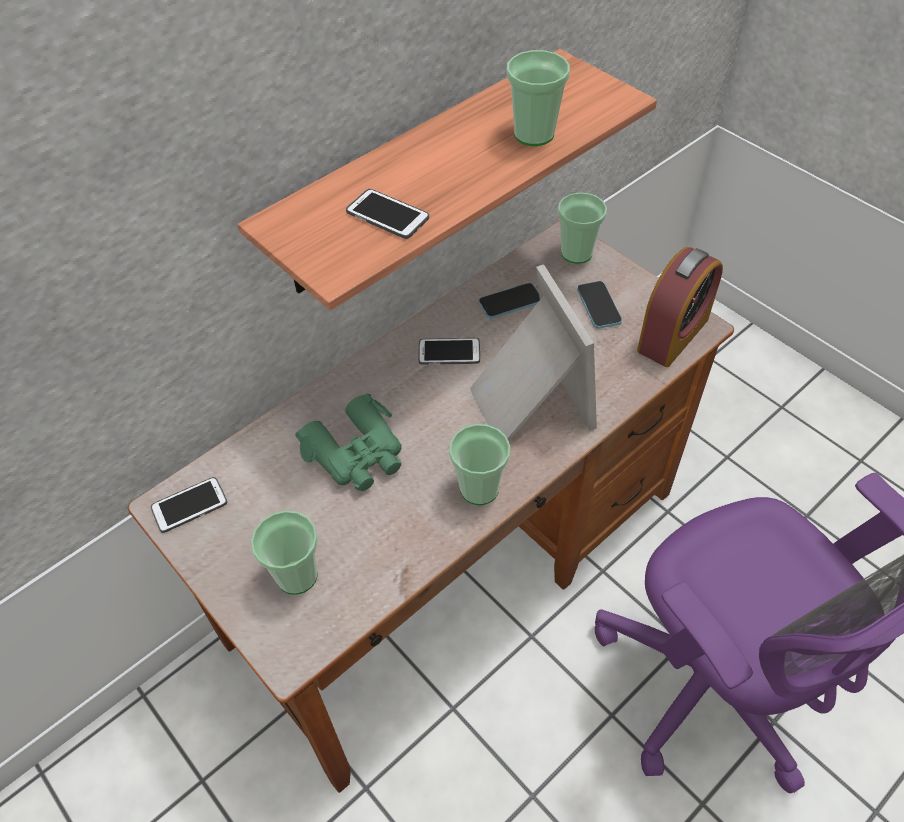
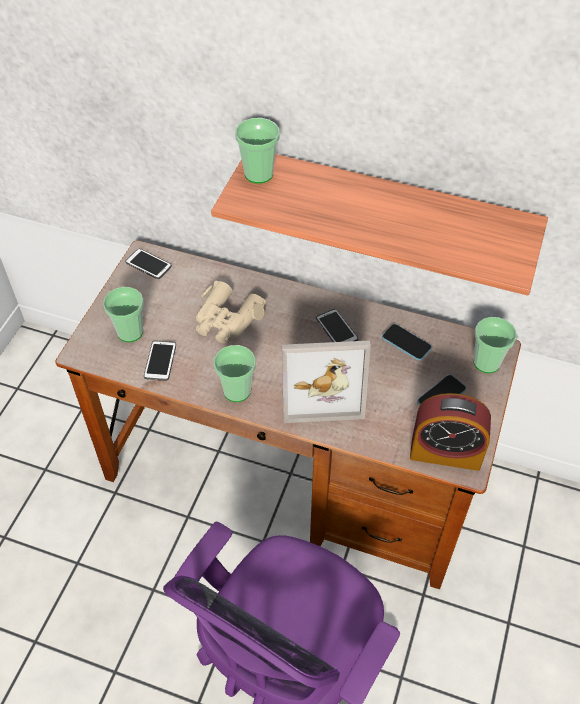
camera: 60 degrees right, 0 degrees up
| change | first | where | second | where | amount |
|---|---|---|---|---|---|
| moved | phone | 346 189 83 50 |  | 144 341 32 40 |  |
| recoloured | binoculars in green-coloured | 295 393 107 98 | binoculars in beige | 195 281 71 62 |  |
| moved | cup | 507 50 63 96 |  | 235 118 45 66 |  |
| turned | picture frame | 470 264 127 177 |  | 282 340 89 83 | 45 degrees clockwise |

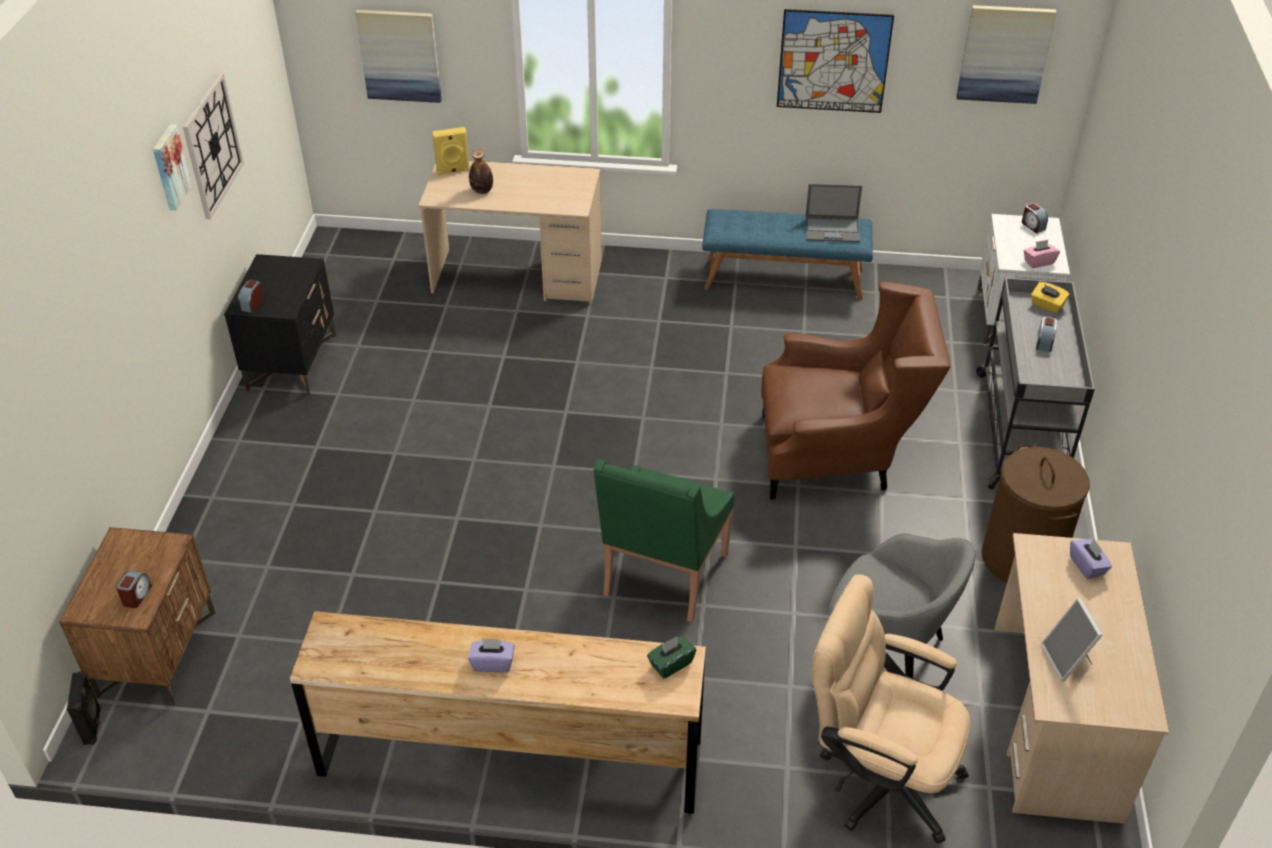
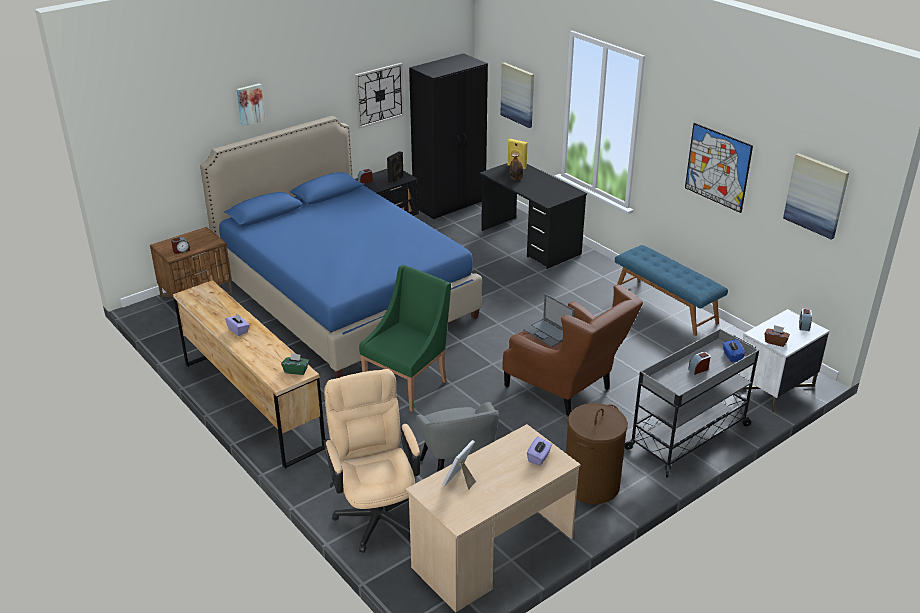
camera: 45 degrees right, 10 degrees down
| change | first | where | second | where | amount |
|---|---|---|---|---|---|
| added |  |  | bedroom bed in blue | 200 116 282 262 |  |
| moved | wall art | 153 124 39 86 |  | 237 84 28 43 |  |
| turned | lounge chair in green-coloured | 594 459 141 164 |  | 359 265 92 147 | 150 degrees clockwise |
| moved | speaker in black | 67 671 34 74 |  | 387 151 17 33 |  |
| added |  |  | wardrobe in black | 409 53 79 166 |  |
| recoloured | desk unit in beige | 418 161 184 143 | desk unit in black | 480 163 107 106 |  |
| moved | notebook computer | 805 184 57 58 |  | 523 294 52 53 |  |
| recoloured | tissue box in yellow-coloured | 1031 282 39 31 | tissue box in blue | 722 339 23 23 |  |
| recoloured | tissue box in pink-coloured | 1023 240 37 28 | tissue box in brown | 764 325 26 22 |  |

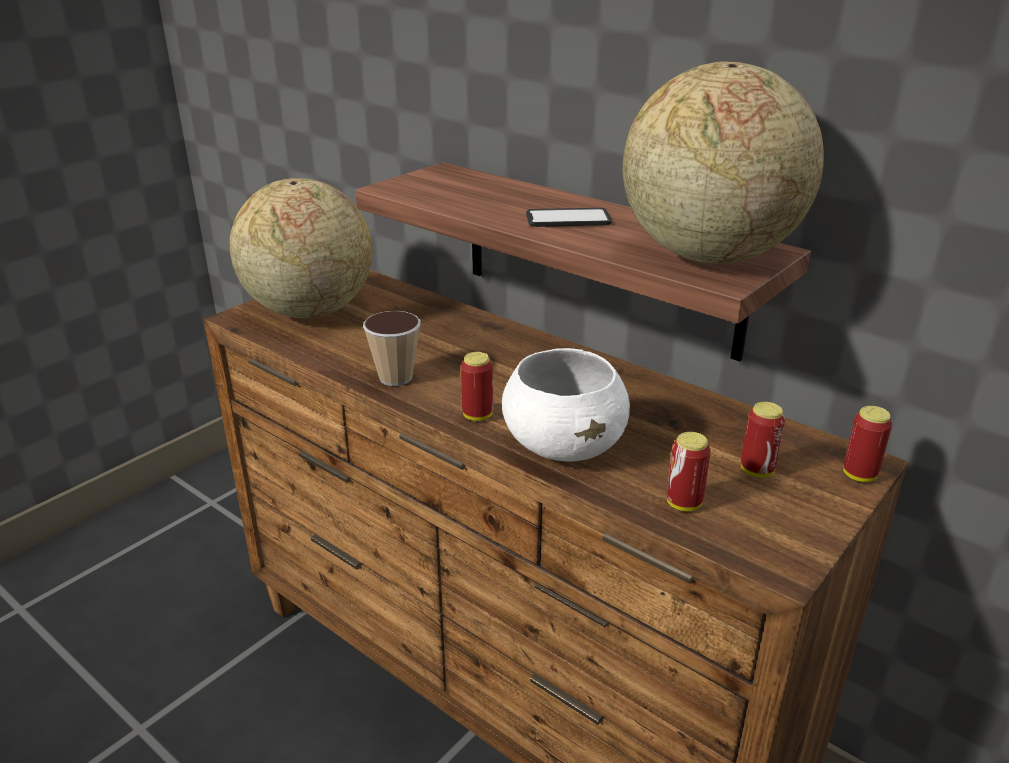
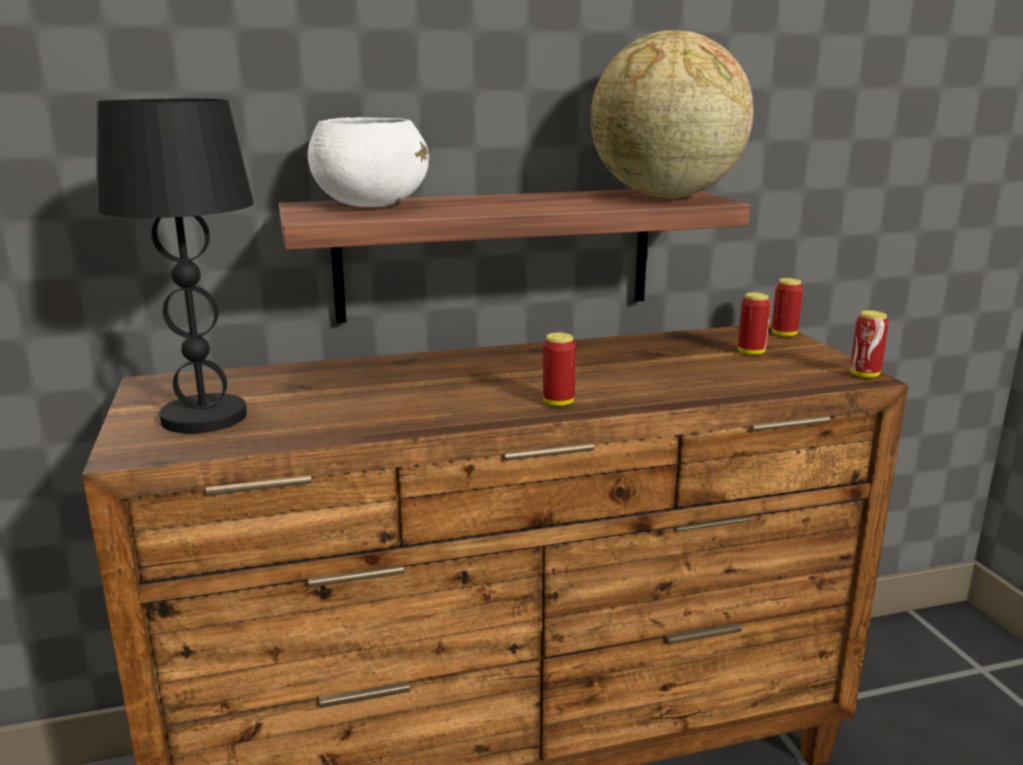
camera: 55 degrees left, 10 degrees down
| change | first | where | second | where | amount |
|---|---|---|---|---|---|
| replaced | world globe | 230 178 143 140 | lamp for a table in black | 96 99 158 335 |  |
| moved | deep dish in whitish | 502 348 128 114 |  | 308 117 121 90 |  |
| moved | metal can | 667 432 44 79 |  | 850 310 39 68 |  |
| removed | cup | 363 311 58 75 |  |  |  |
| removed | phone | 526 208 86 19 |  |  |  |

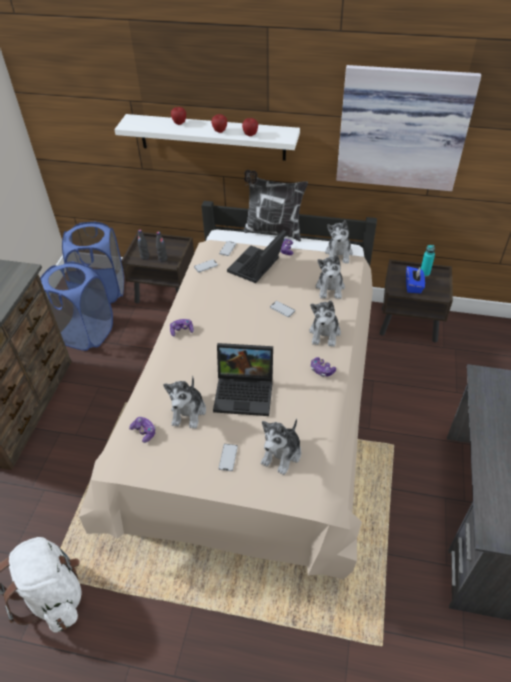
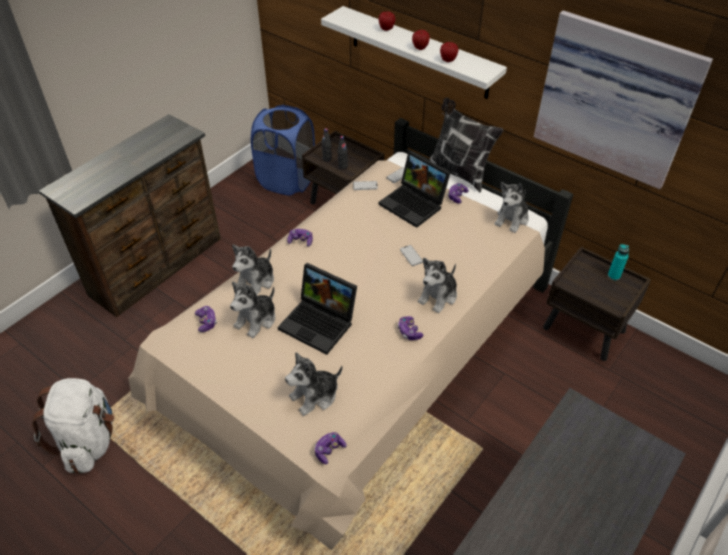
camera: 25 degrees right, 0 degrees up
| change | first | where | second | where | amount |
|---|---|---|---|---|---|
| moved | cuddly toy | 316 255 29 44 |  | 232 245 42 50 |  |
| added |  |  | game controller | 315 432 32 32 |  |
| turned | notebook computer | 227 230 59 53 |  | 379 151 72 77 | 105 degrees counterclockwise |
| removed | hamper in blue | 40 261 73 90 |  |  |  |
| removed | phone | 219 444 19 27 |  |  |  |
| removed | tissue box in blue | 406 266 19 27 |  |  |  |

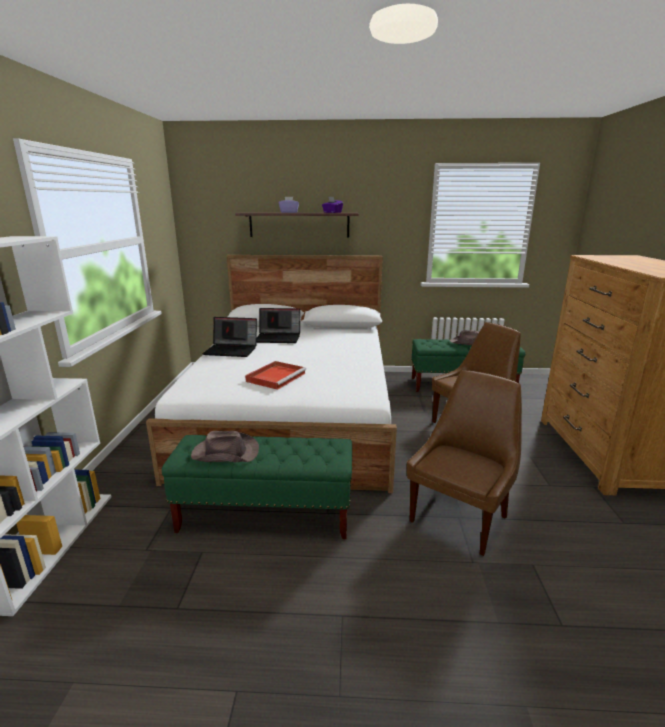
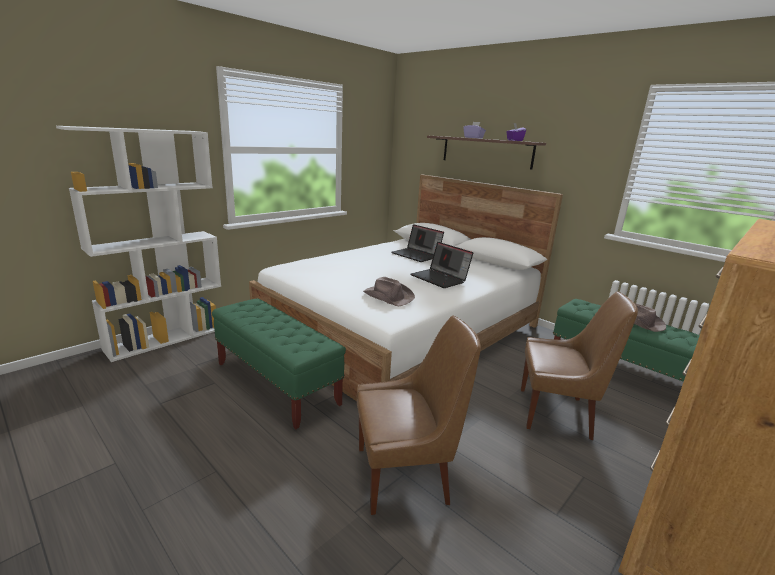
camera: 40 degrees right, 0 degrees up
| change | first | where | second | where | amount |
|---|---|---|---|---|---|
| moved | hat in brown | 191 431 68 32 |  | 363 277 52 29 |  |
| moved | notebook computer | 203 317 54 40 |  | 411 242 62 46 |  |
| removed | serving tray in reddish | 245 361 61 29 |  |  |  |

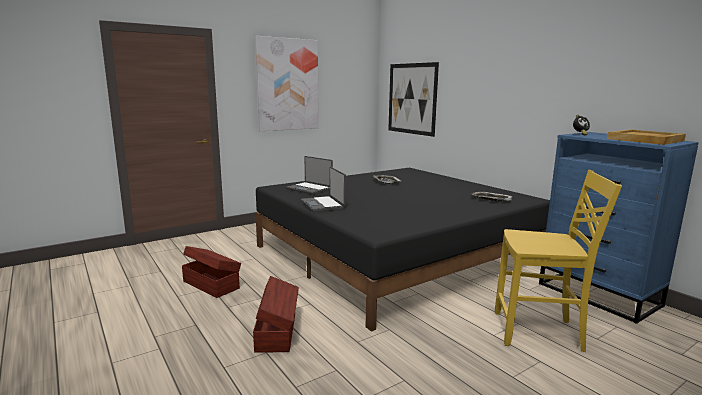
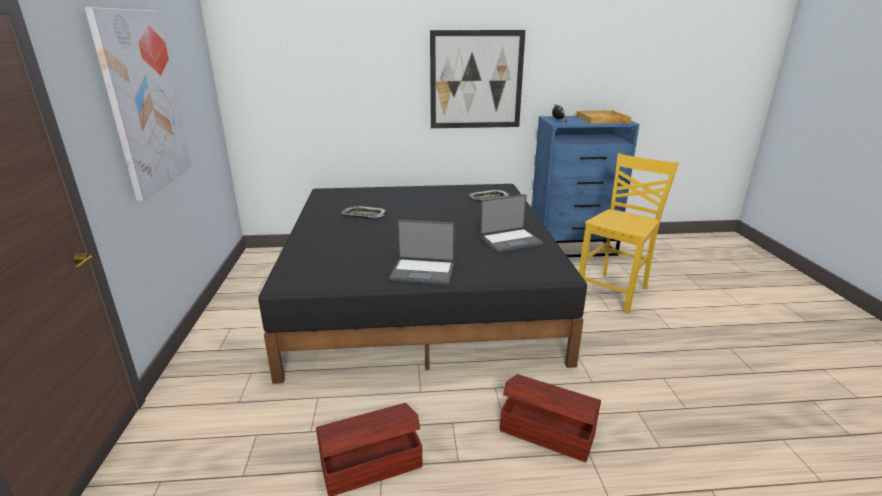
camera: 60 degrees left, 10 degrees up
| change | first | where | second | where | amount |
|---|---|---|---|---|---|
| moved | wall art | 388 62 51 75 |  | 430 30 96 98 |  |
| moved | notebook computer | 286 156 47 39 |  | 480 194 63 59 |  |

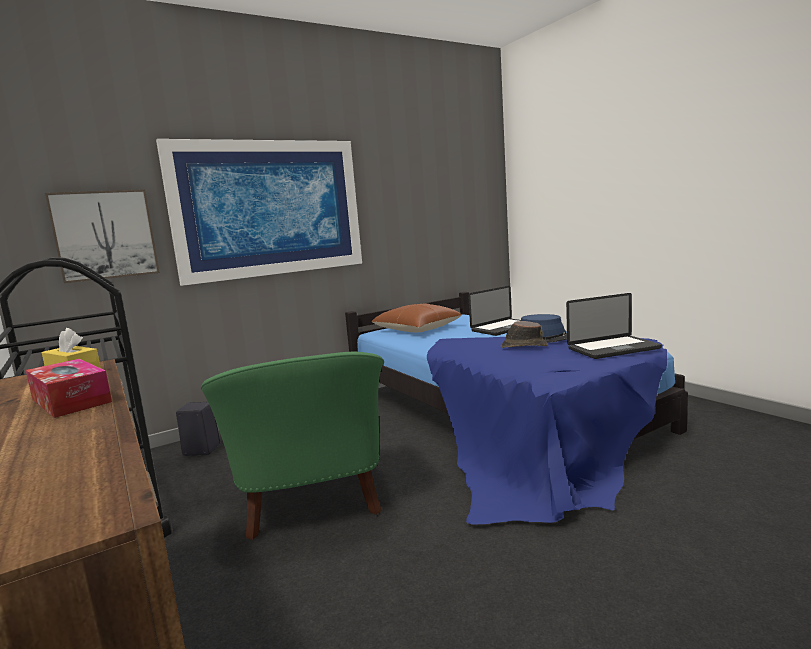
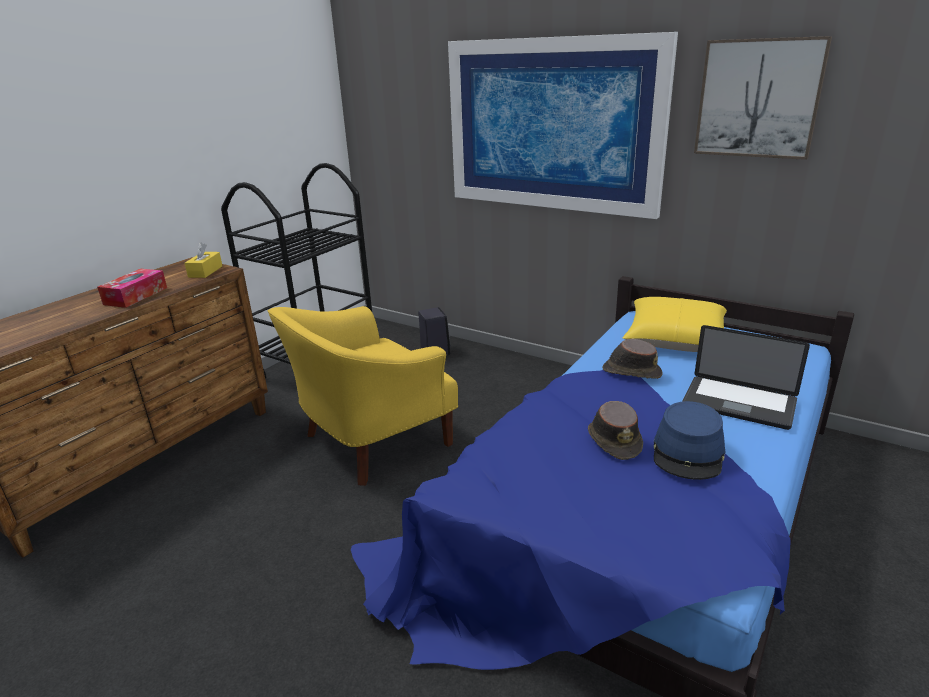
camera: 65 degrees right, 15 degrees up
| change | first | where | second | where | amount |
|---|---|---|---|---|---|
| recoloured | lounge chair in green-coloured | 201 352 183 188 | lounge chair in yellow-coloured | 268 306 190 180 |  |
| added |  |  | hat in brown | 602 339 61 40 |  |
| recoloured | throw pillow in brown | 372 304 90 28 | throw pillow in yellow-coloured | 623 297 104 55 |  |
| moved | wall art | 45 189 115 94 |  | 694 36 138 124 |  |
| removed | notebook computer | 566 293 96 66 |  |  |  |

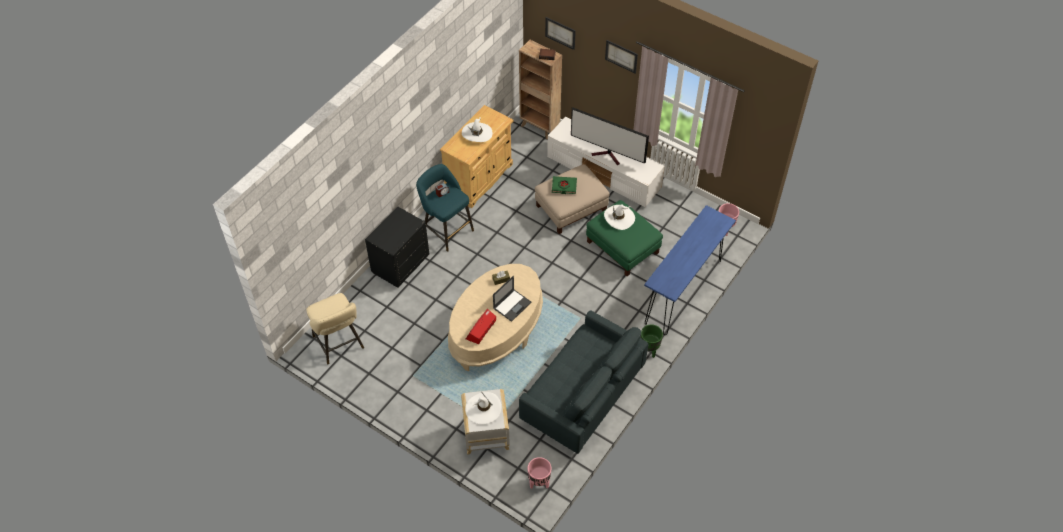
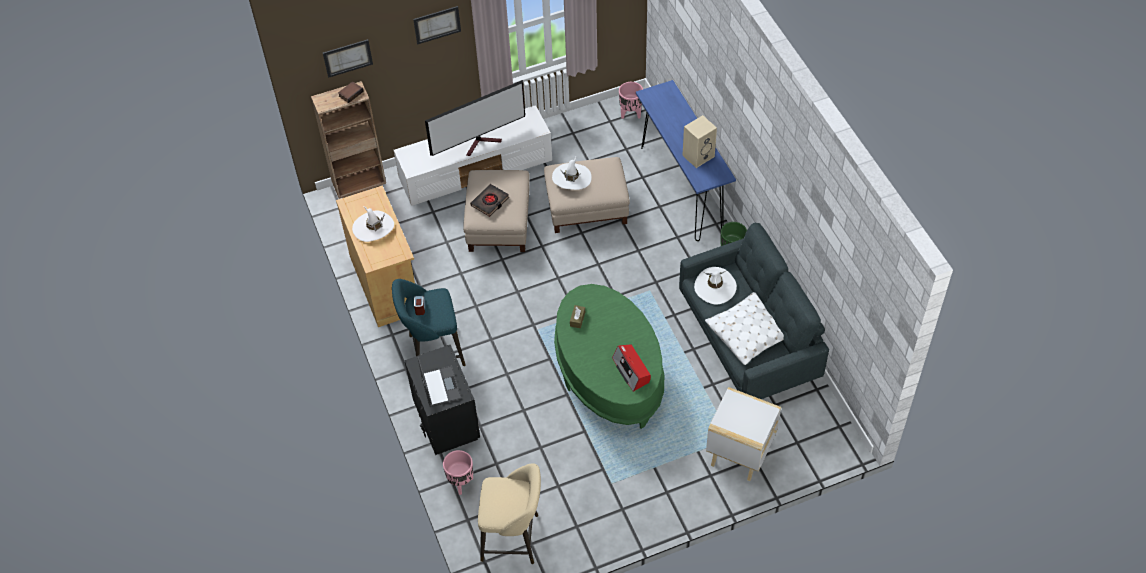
camera: 55 degrees left, 0 degrees up
| change | first | where | second | where | amount |
|---|---|---|---|---|---|
| moved | notebook computer | 493 276 39 46 |  | 417 356 44 51 |  |
| moved | planter in pink-coloured | 528 457 24 32 |  | 443 450 30 45 |  |
| recoloured | bound book in green-coloured | 552 176 25 18 | bound book in black | 470 184 39 33 |  |
| recoloured | footrest in green-coloured | 586 200 77 76 | footrest in beige | 544 157 86 76 |  |
| recoloured | low table in beige | 448 264 95 107 | low table in green-coloured | 554 284 110 145 |  |
| added |  |  | speaker in beige | 682 115 35 53 |  |
| moved | hat in whitish | 465 391 36 34 |  | 694 267 43 37 |  |
| added |  |  | throw pillow in whitish | 705 292 79 73 |  |

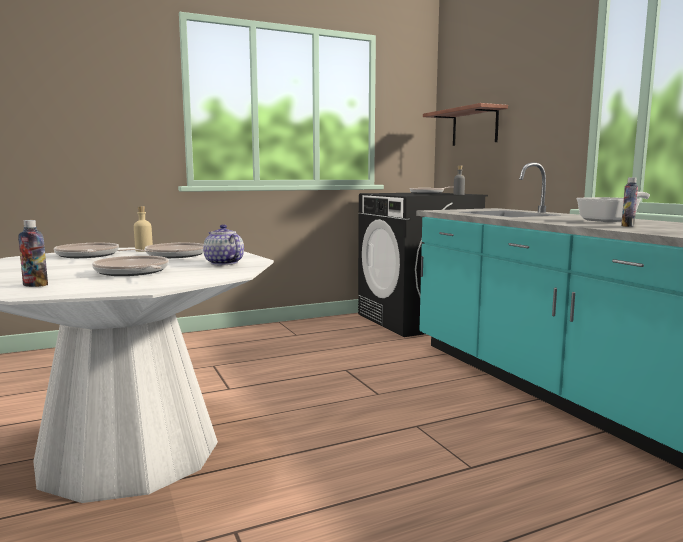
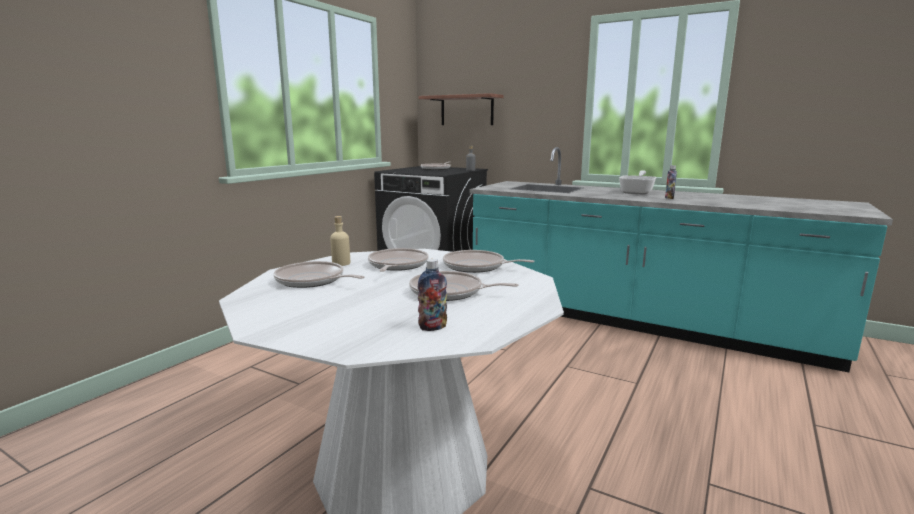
camera: 35 degrees left, 5 degrees up
| change | first | where | second | where | amount |
|---|---|---|---|---|---|
| replaced | tea pot | 203 224 41 41 | pan | 443 250 92 23 |  |

